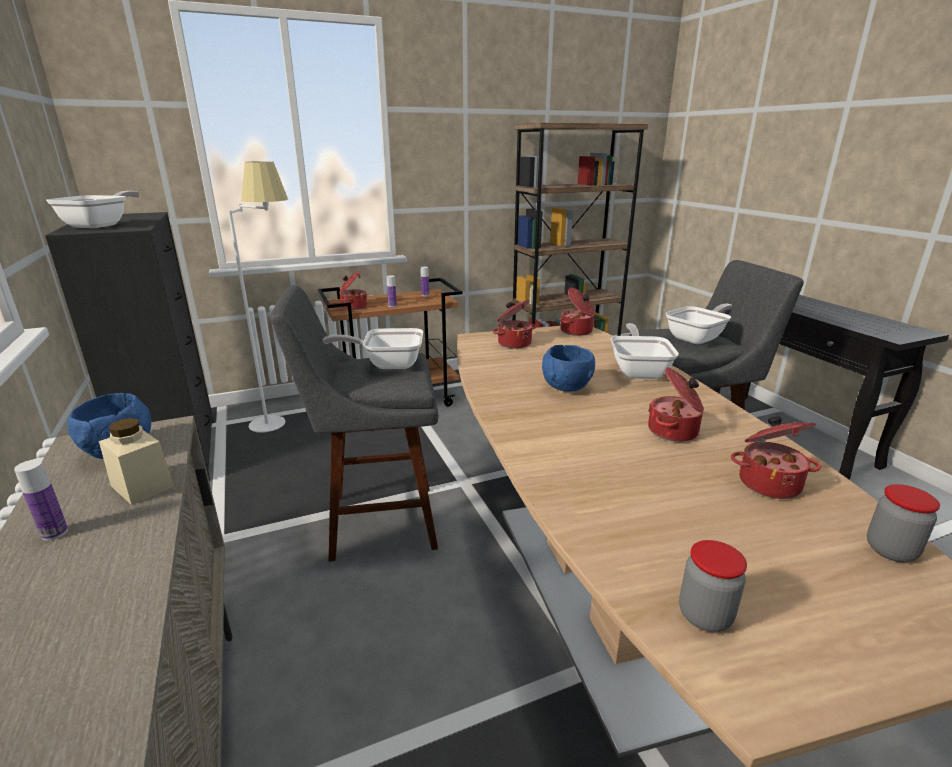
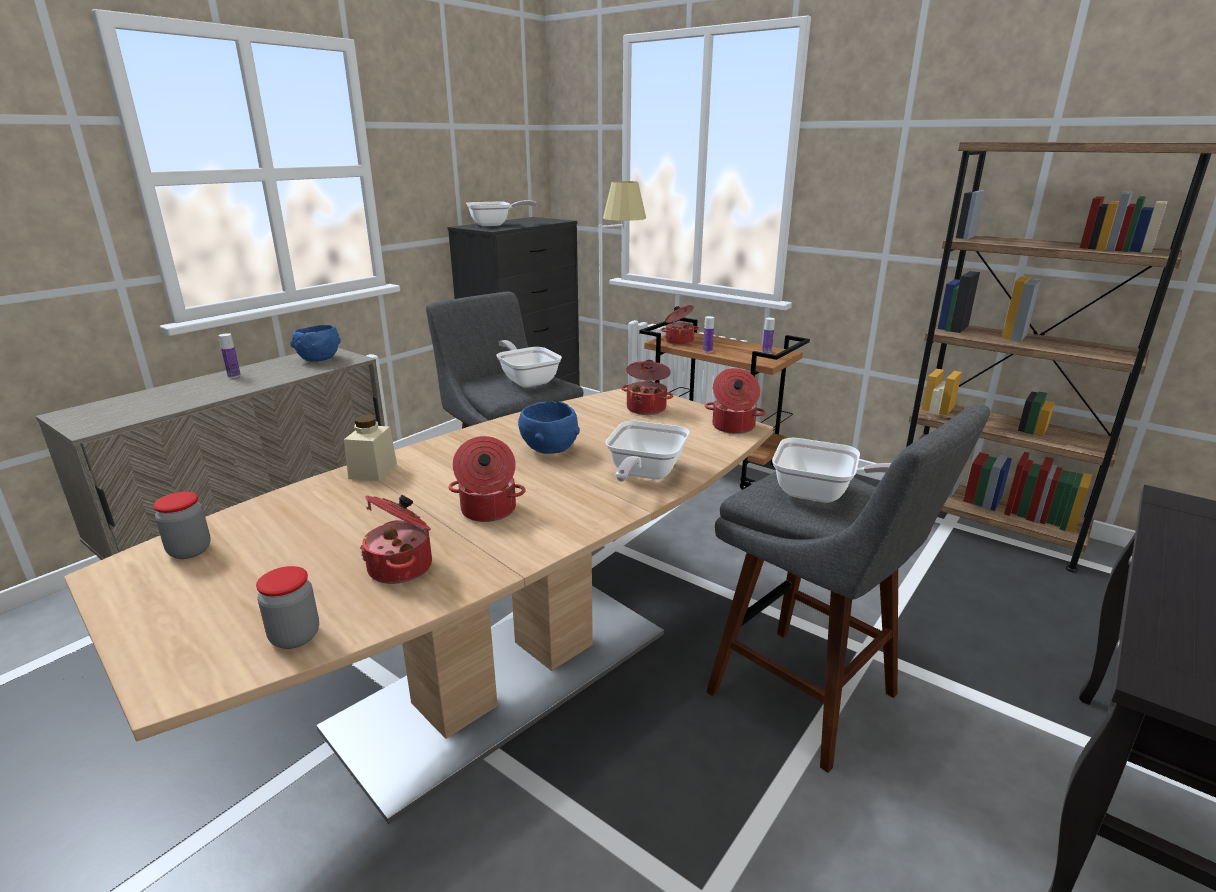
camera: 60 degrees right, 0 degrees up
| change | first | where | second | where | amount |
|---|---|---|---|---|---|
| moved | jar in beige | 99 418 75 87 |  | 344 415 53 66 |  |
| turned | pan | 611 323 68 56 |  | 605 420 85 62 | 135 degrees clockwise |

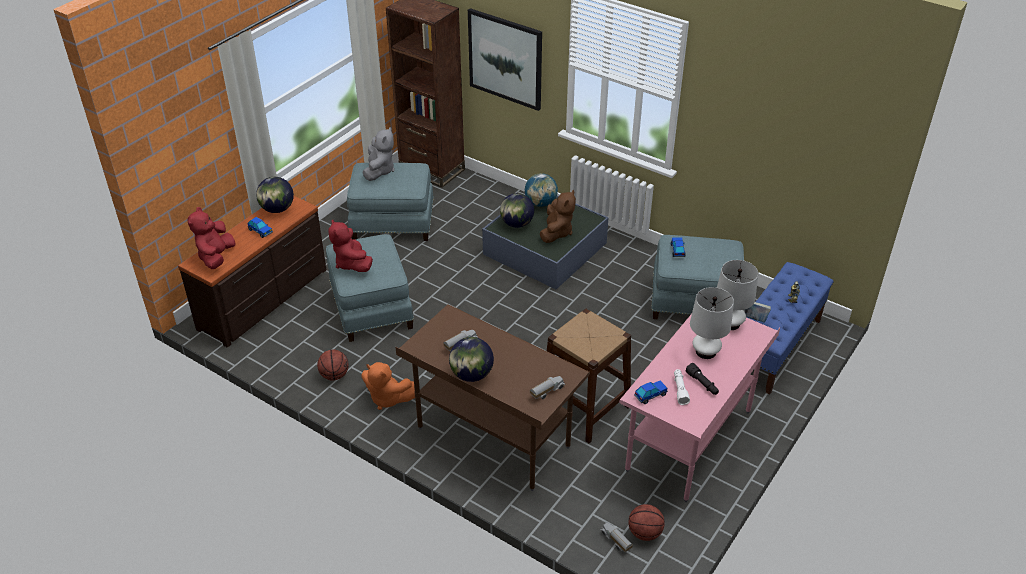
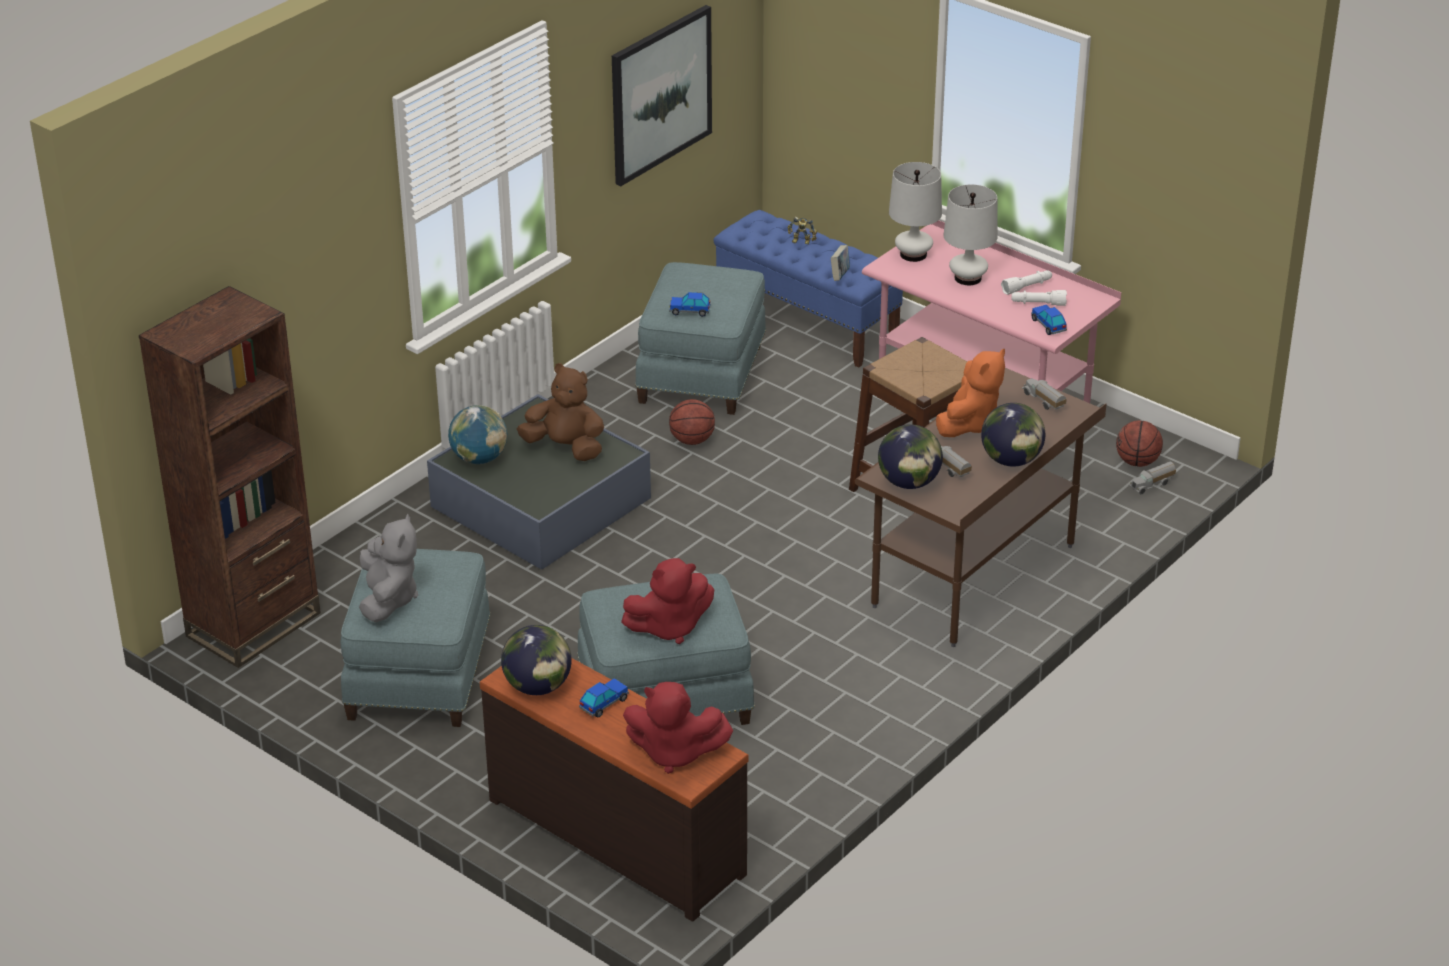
camera: 85 degrees left, 5 degrees down
| change | first | where | second | where | amount |
|---|---|---|---|---|---|
| turned | cuddly toy in grey | 362 127 33 54 |  | 359 514 59 108 | 75 degrees clockwise |
| moved | wall art | 468 8 74 103 |  | 612 5 100 181 |  |
| moved | ball for basketball | 317 349 32 32 |  | 669 399 46 46 |  |
| moved | world globe | 500 193 34 35 |  | 878 424 65 65 |  |
| moved | cuddly toy in orange-coloured | 361 362 54 48 |  | 936 349 69 88 |  |
| recoloured | flashlight in black | 686 363 33 32 | flashlight in whitish | 1001 270 51 25 |  |

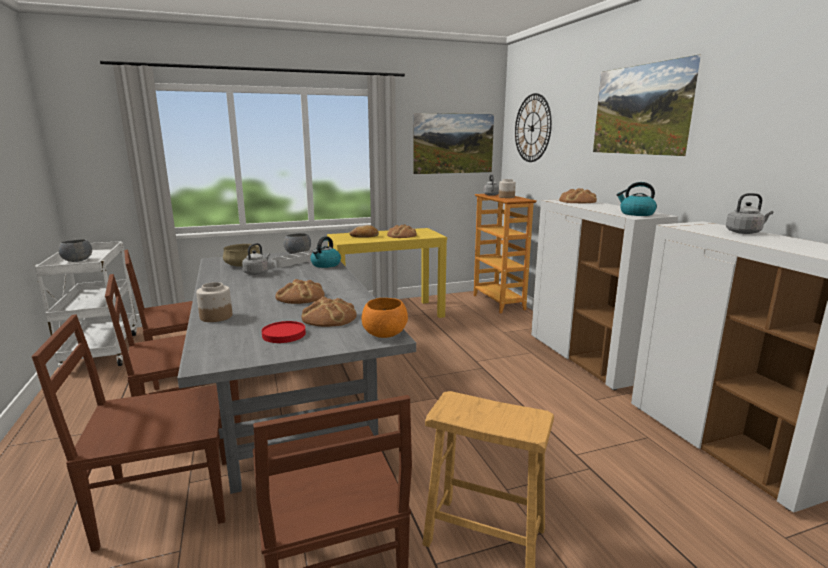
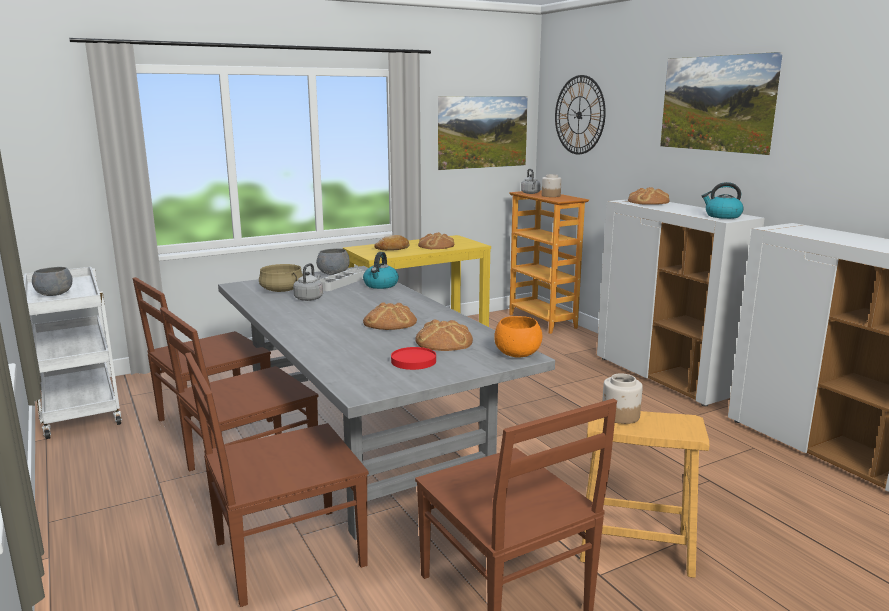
camera: 10 degrees left, 0 degrees up
| change | first | where | second | where | amount |
|---|---|---|---|---|---|
| moved | jar | 196 282 36 40 |  | 602 373 41 51 |  |
| removed | kettle in grey | 726 193 47 41 |  |  |  |

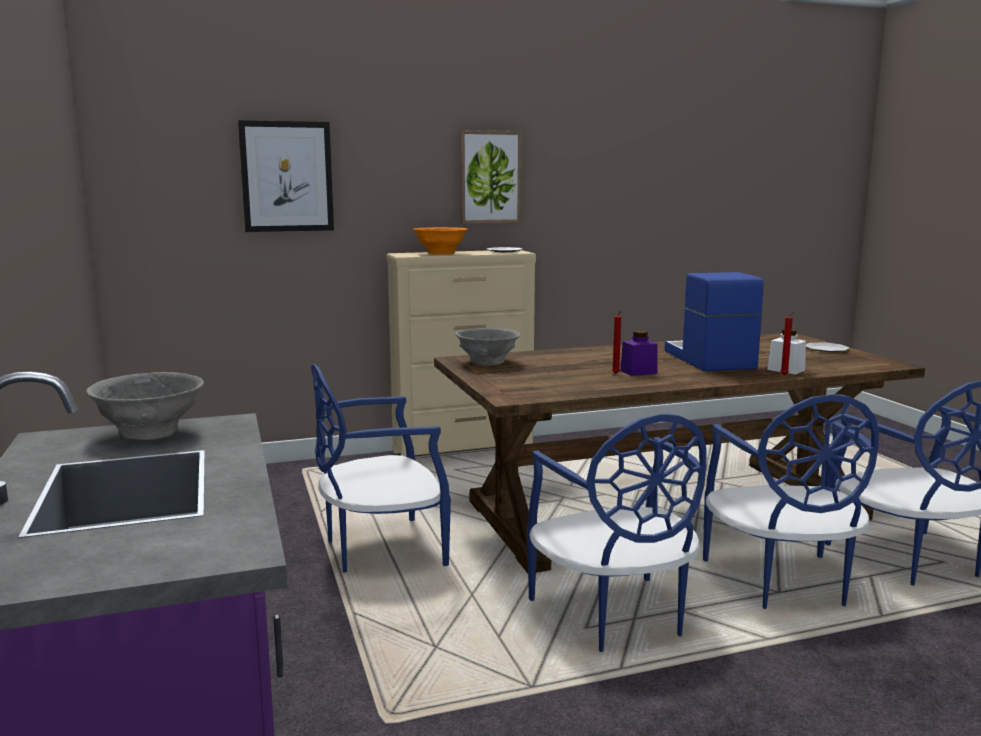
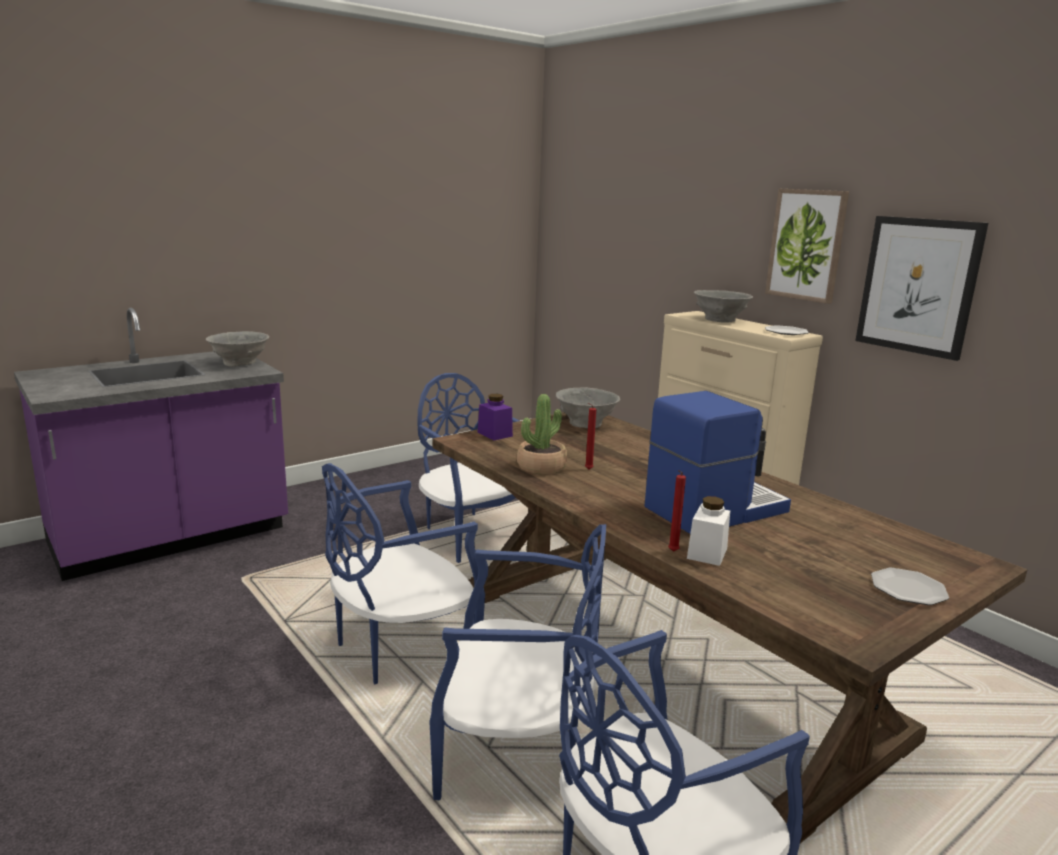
camera: 70 degrees right, 5 degrees up
| change | first | where | second | where | amount |
|---|---|---|---|---|---|
| turned | plain chair in blue | 703 394 176 215 |  | 429 524 177 276 | 150 degrees counterclockwise |
| moved | jar in purplish | 620 330 38 46 |  | 478 394 35 46 |  |
| added |  |  | houseplant | 517 394 50 80 |  |
| recoloured | deep dish in orange-coloured | 413 227 55 27 | deep dish in grey | 694 290 59 33 |  |
| moved | wall art | 238 120 96 112 |  | 855 216 133 145 |  |

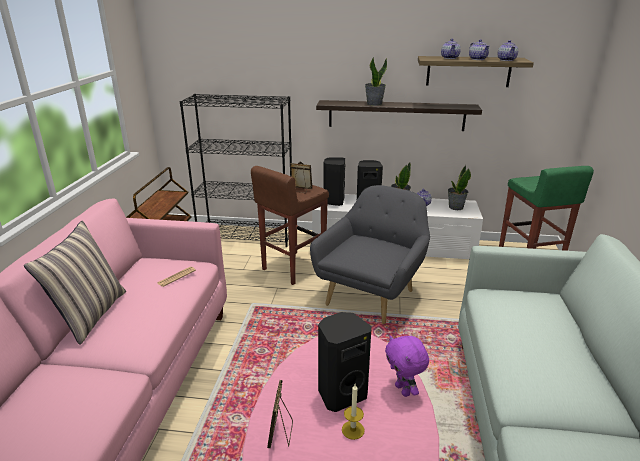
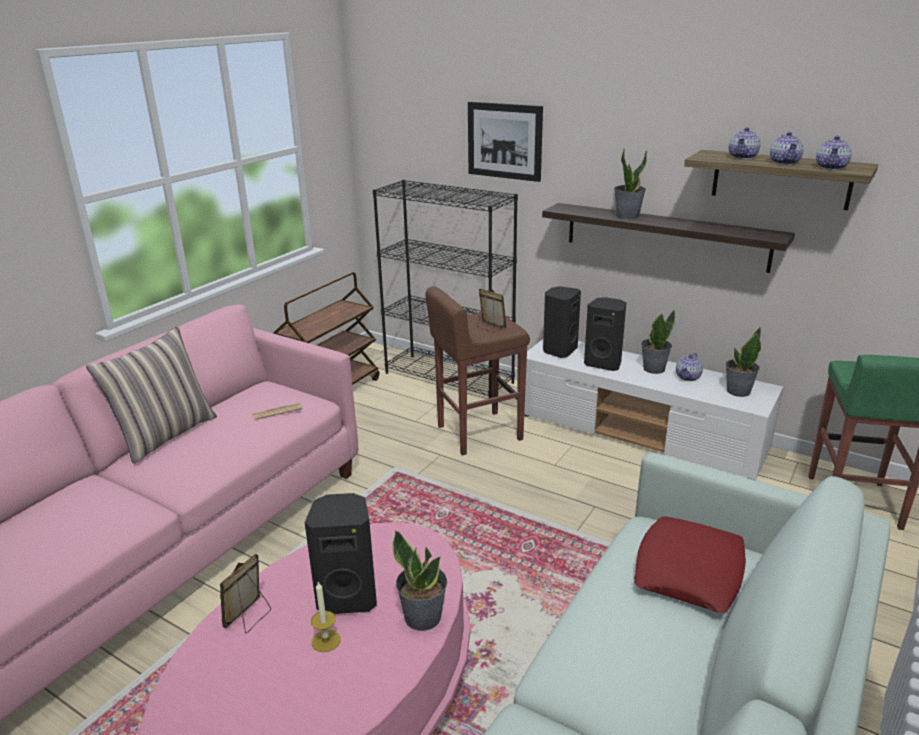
camera: 25 degrees right, 0 degrees up
| change | first | where | second | where | amount |
|---|---|---|---|---|---|
| replaced | cuddly toy in purplish | 385 335 44 62 | houseplant | 392 530 55 101 |  |
| added |  |  | wall art | 468 102 75 80 |  |
| added |  |  | throw pillow in reddish | 634 516 112 97 |  |
| removed | lounge chair in grey | 310 185 120 139 |  |  |  |

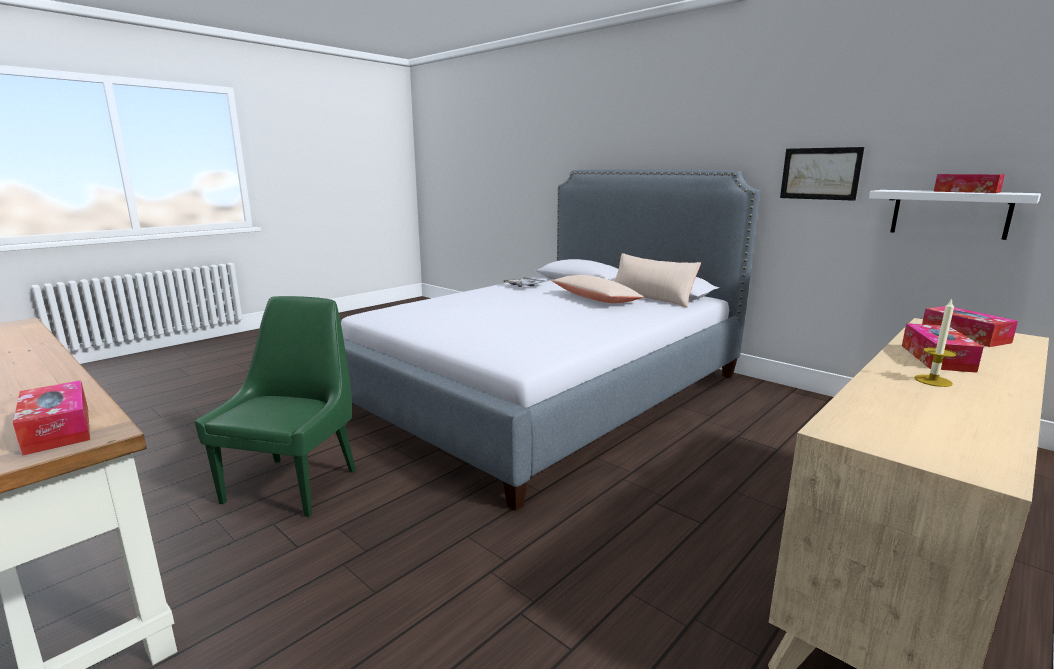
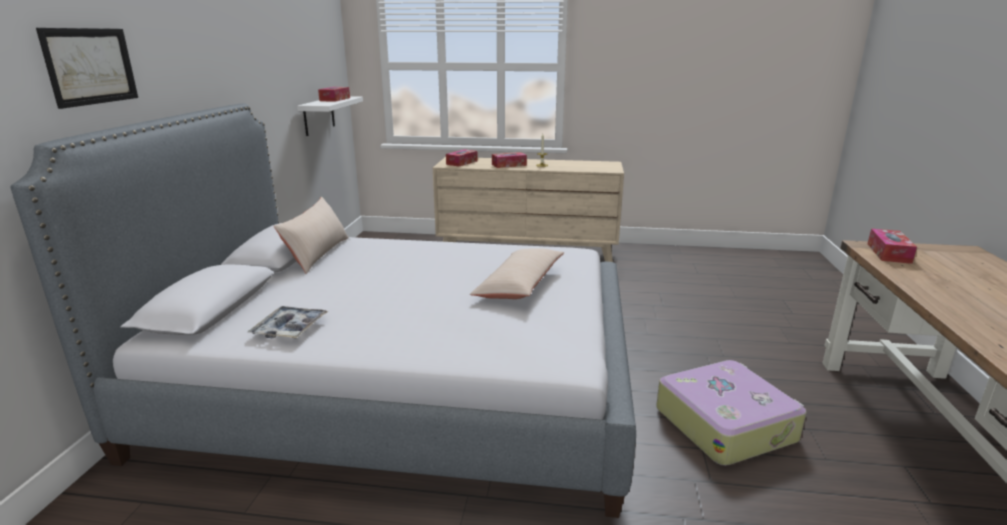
camera: 125 degrees left, 5 degrees up
| change | first | where | second | where | amount |
|---|---|---|---|---|---|
| moved | wall art | 780 147 84 54 |  | 36 28 102 81 |  |
| moved | throw pillow in beige | 551 275 93 28 |  | 470 248 94 51 |  |
| replaced | plain chair in green-coloured | 195 296 161 221 | suitcase | 656 360 150 106 |  |

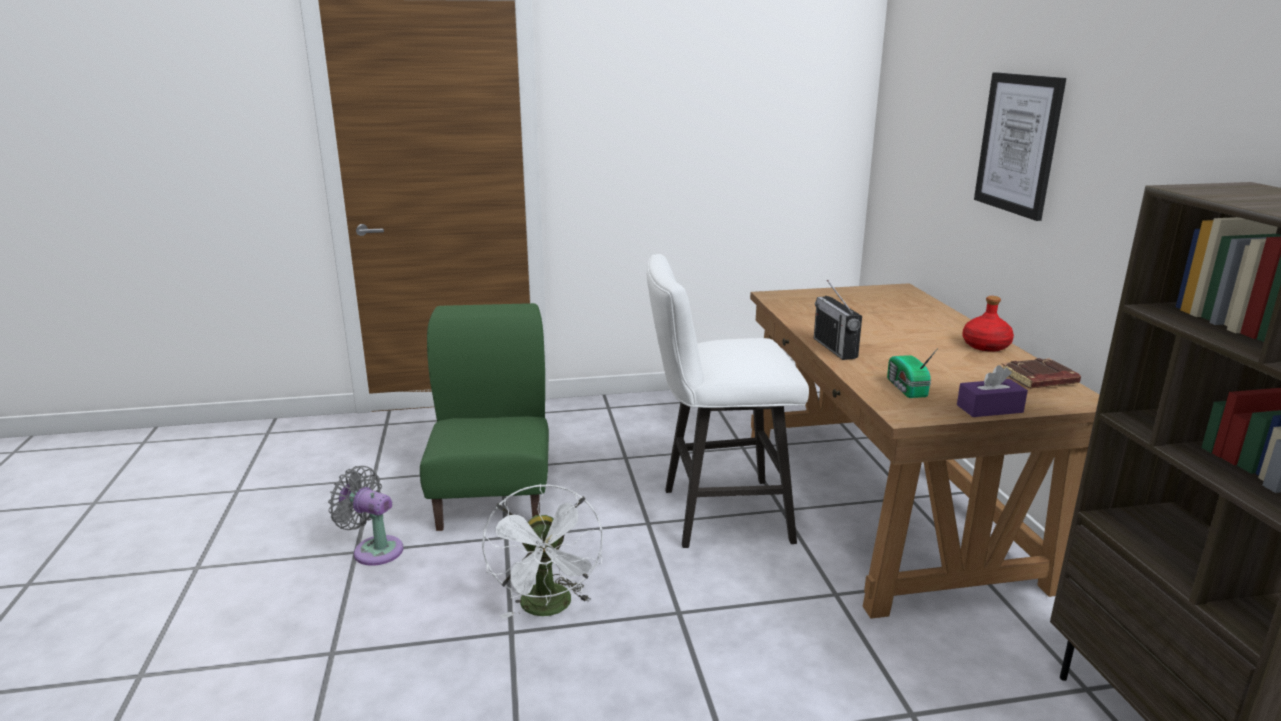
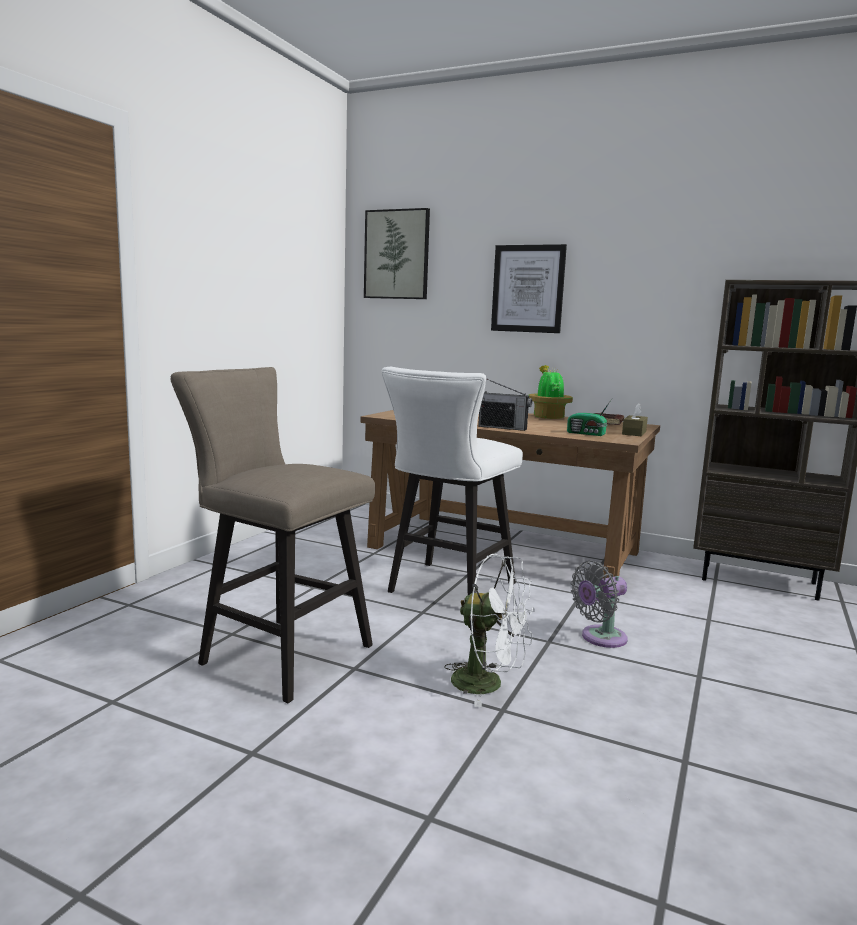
camera: 55 degrees left, 10 degrees down
| change | first | where | second | where | amount |
|---|---|---|---|---|---|
| replaced | plain chair in green-coloured | 420 303 129 228 | sitting stool in beige | 171 367 204 336 |  |
| added |  |  | wall art | 364 208 66 91 |  |
| replaced | drink bottle in reddish | 962 296 52 56 | houseplant | 528 365 45 54 |  |
| moved | electric fan in grey | 328 466 75 100 |  | 570 561 58 87 |  |
| recoloured | tissue box in purplish | 957 365 71 52 | tissue box in brown | 622 403 26 33 |  |

